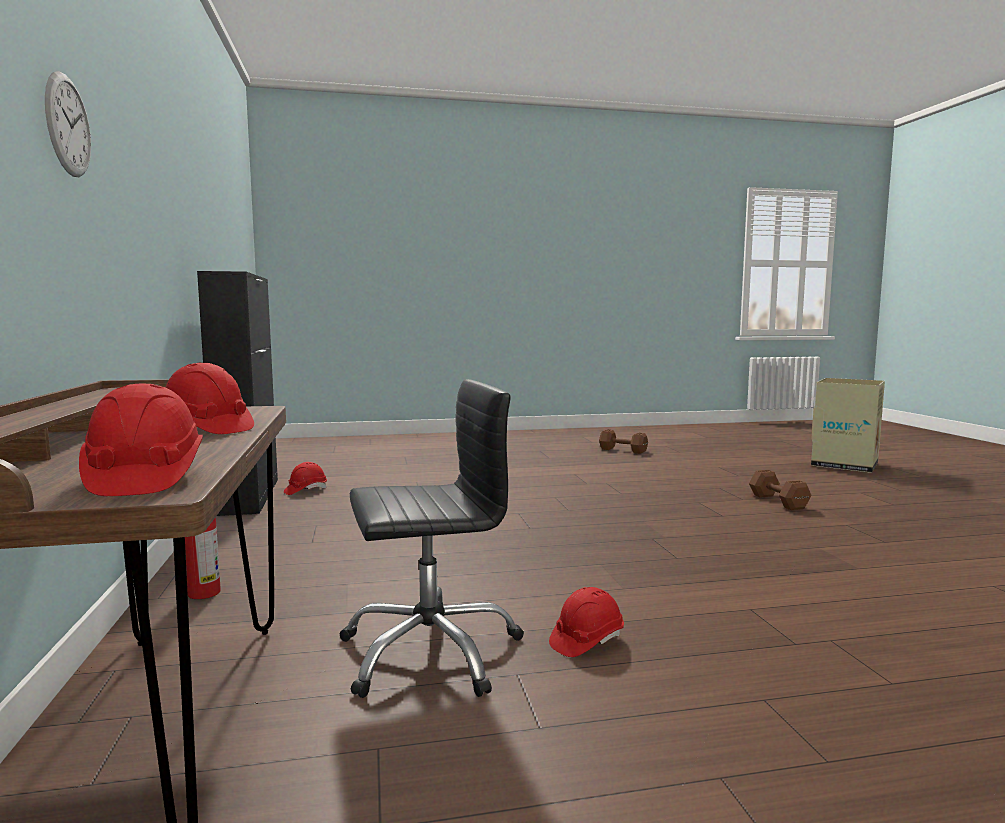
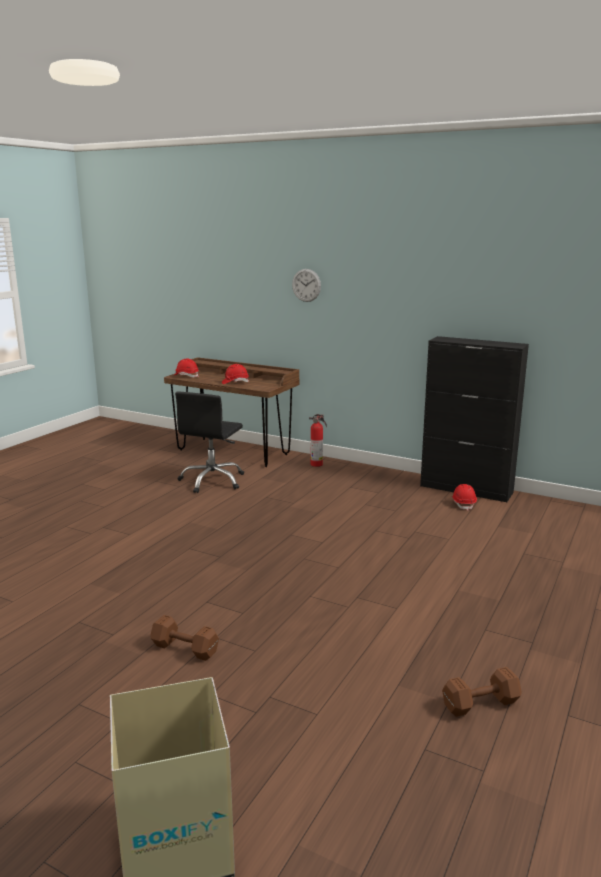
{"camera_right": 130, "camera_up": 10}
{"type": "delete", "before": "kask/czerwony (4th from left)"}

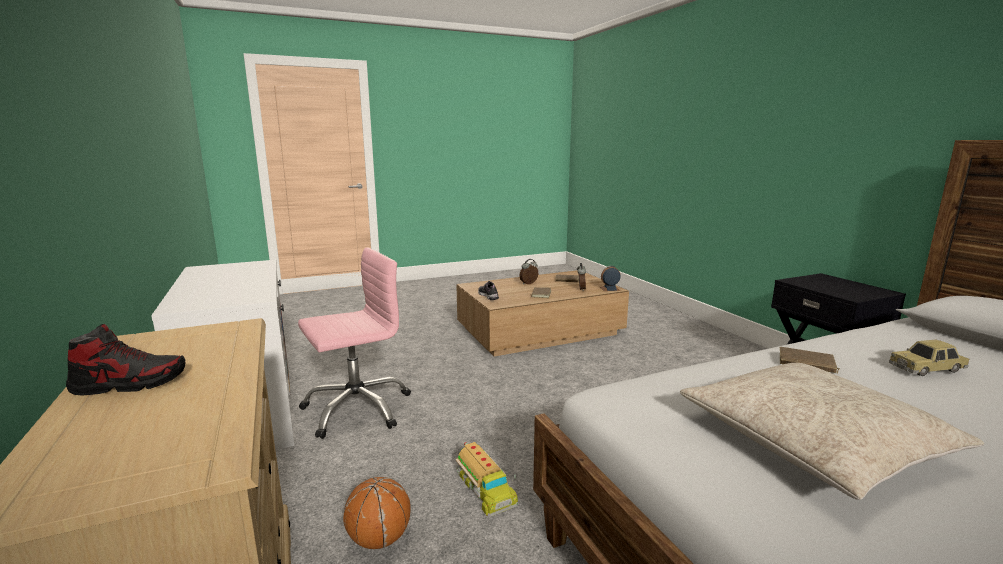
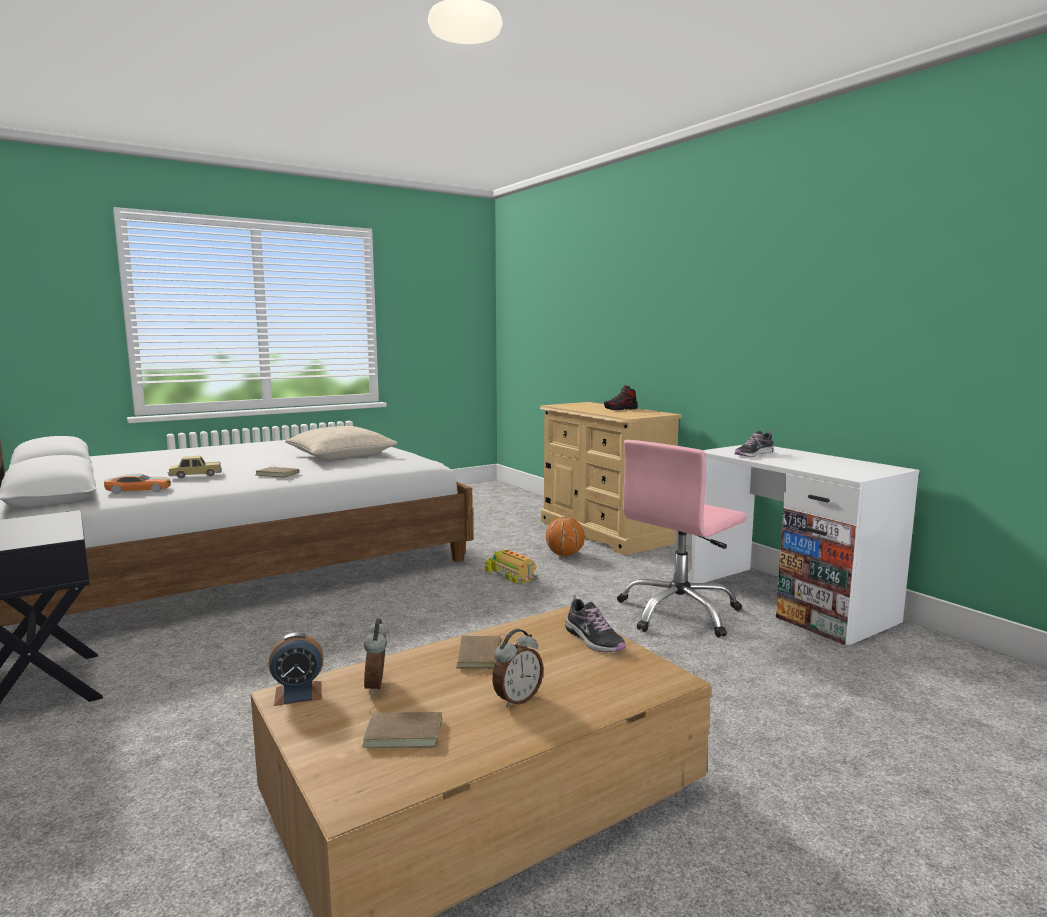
{"camera_right": 170, "camera_up": -5}
{"type": "insert", "after": "samochodzik (1st from left)"}
{"type": "insert", "after": "but (3rd from left)"}

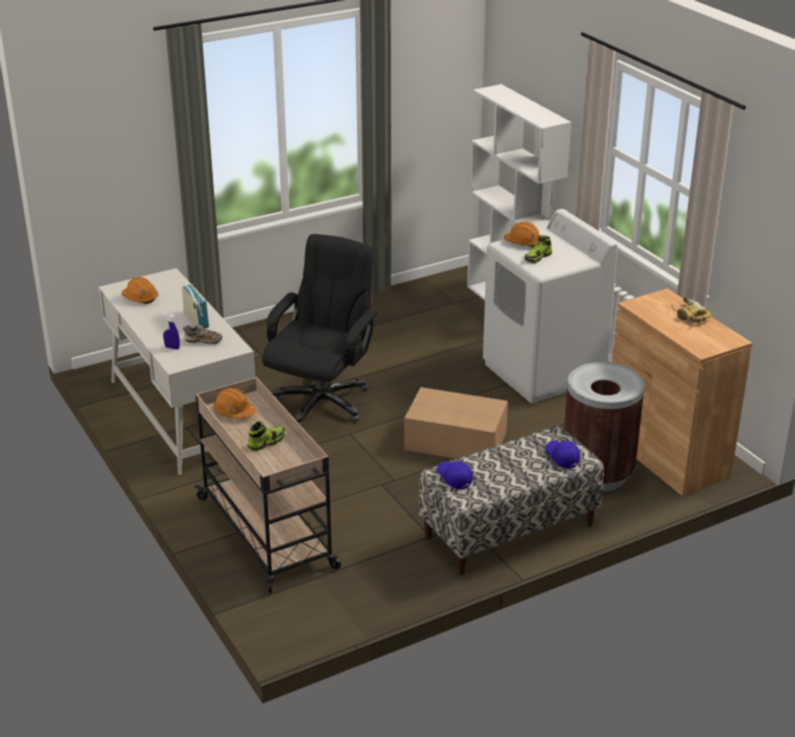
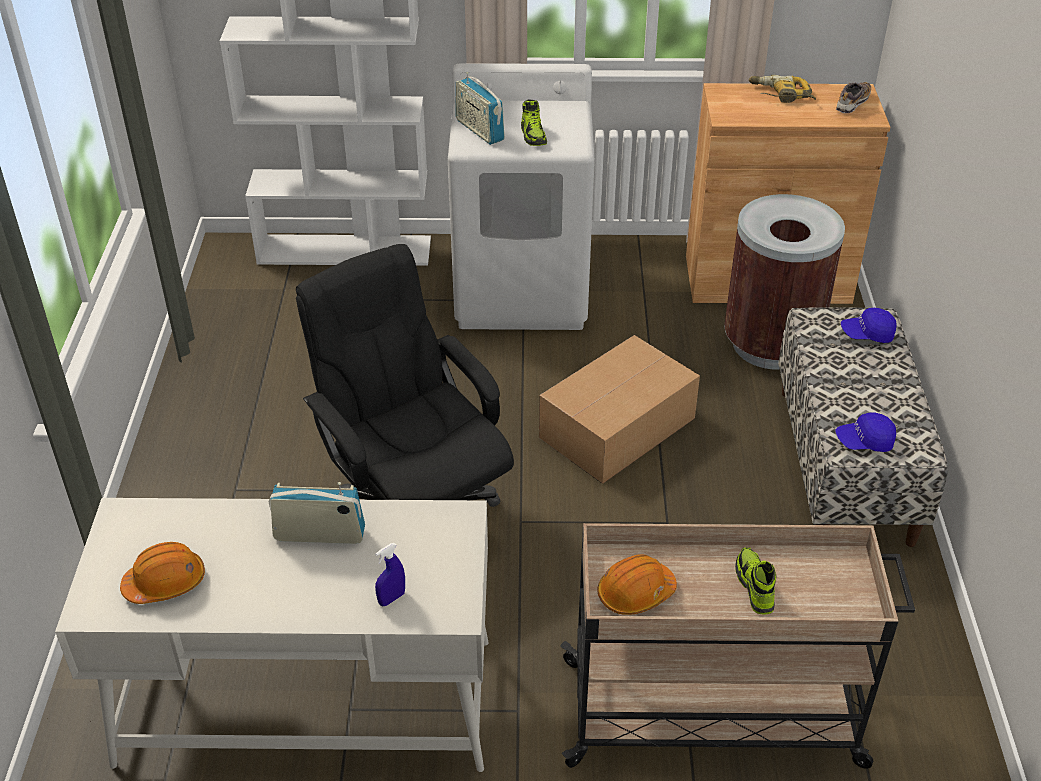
{"camera_right": -60, "camera_up": 10}
{"type": "move", "before": "but (1st from left in the first image)", "after": "but (3rd from left)"}
{"type": "replace", "before": "kask/pomarańczowy (3rd from left)", "after": "radio (2nd from left)"}

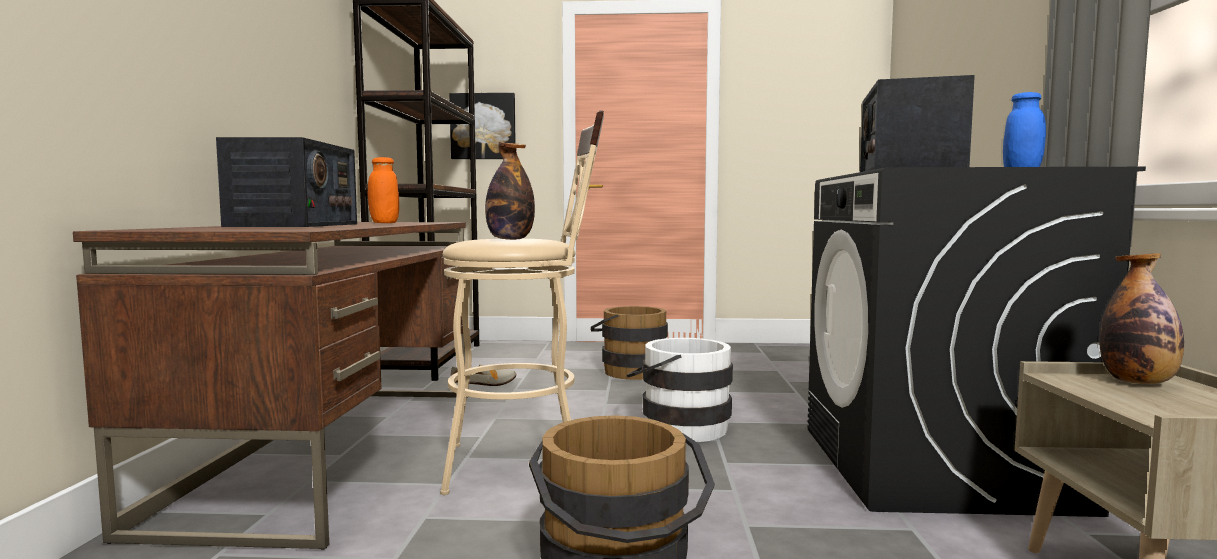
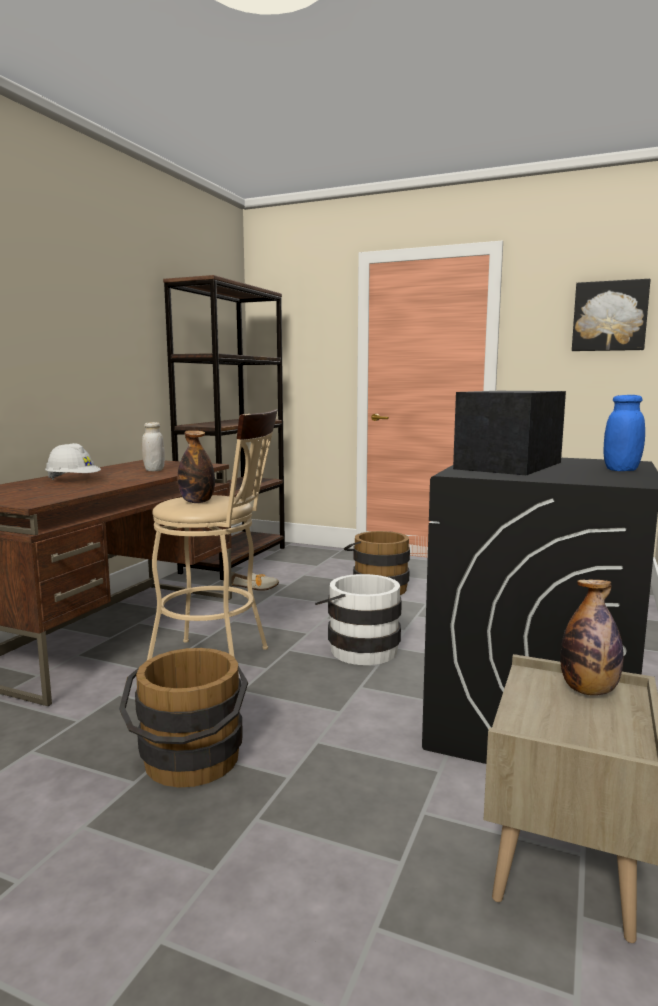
{"camera_right": 20, "camera_up": 5}
{"type": "move", "before": "obraz"}
{"type": "replace", "before": "radio (1st from left)", "after": "kask/biały"}
{"type": "recolor", "before": "słoik/pomarańczowy", "after": "słoik/biały"}

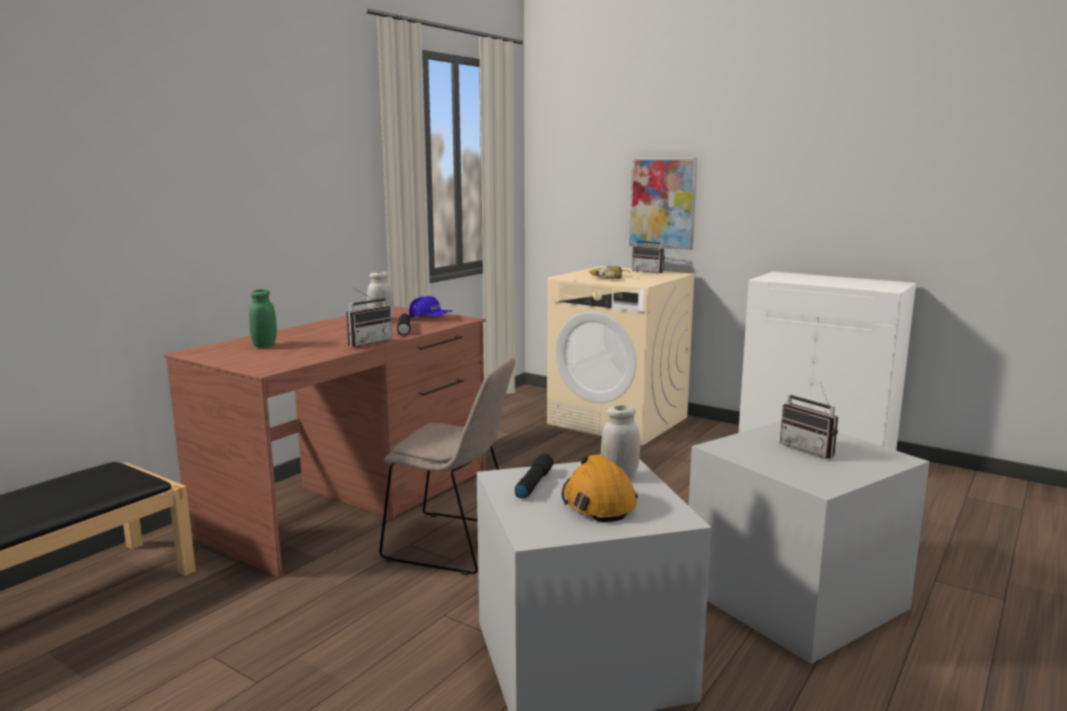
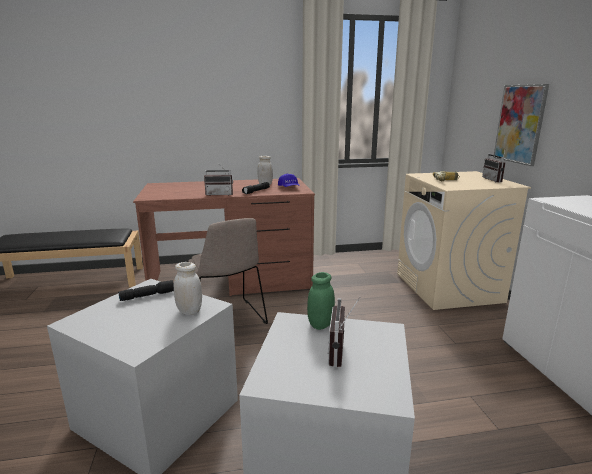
{"camera_right": 45, "camera_up": 5}
{"type": "delete", "before": "kask/pomarańczowy"}
{"type": "move", "before": "słoik/zielony"}

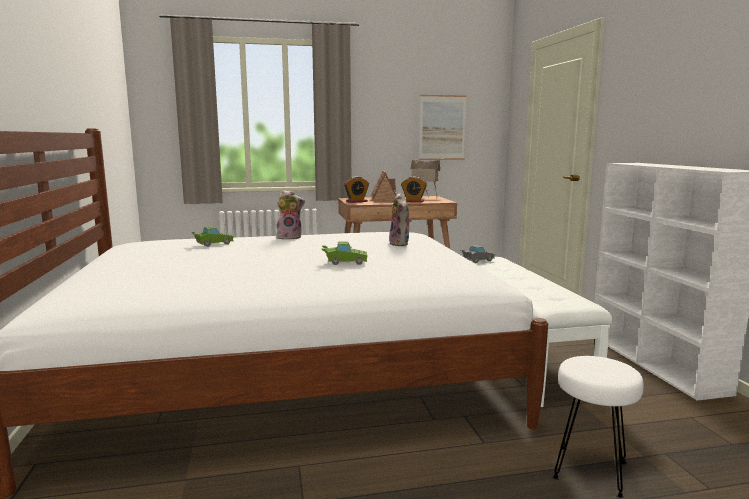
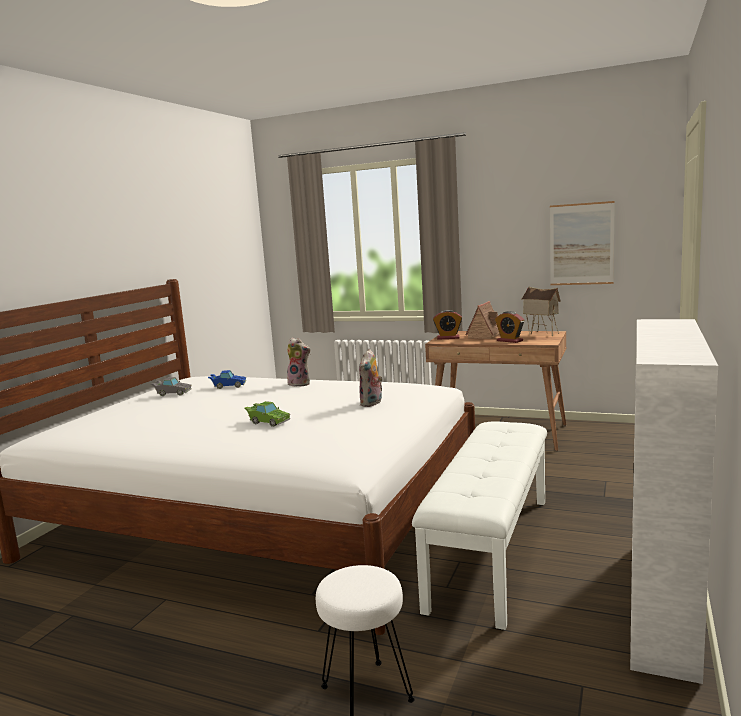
{"camera_right": 35, "camera_up": 0}
{"type": "move", "before": "samochodzik/szary"}
{"type": "recolor", "before": "samochodzik/zielony (1st from left)", "after": "samochodzik/niebieski"}

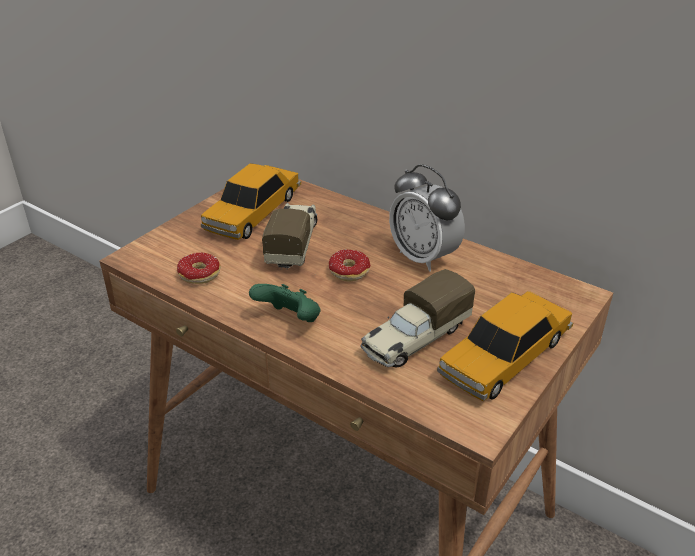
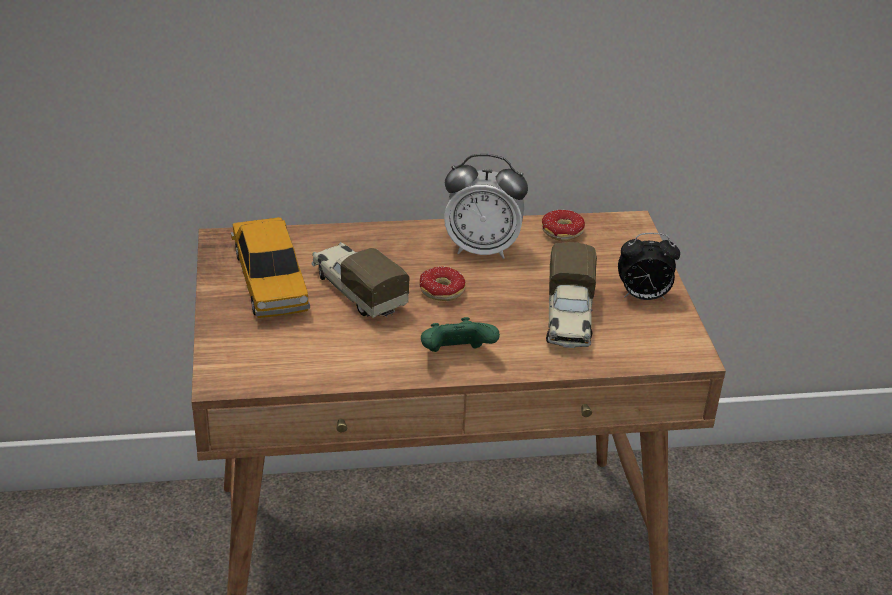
{"camera_right": -45, "camera_up": 0}
{"type": "move", "before": "donut (1st from left in the first image)", "after": "donut (2nd from left)"}
{"type": "replace", "before": "samochodzik (2nd from left)", "after": "budzik (2nd from left)"}

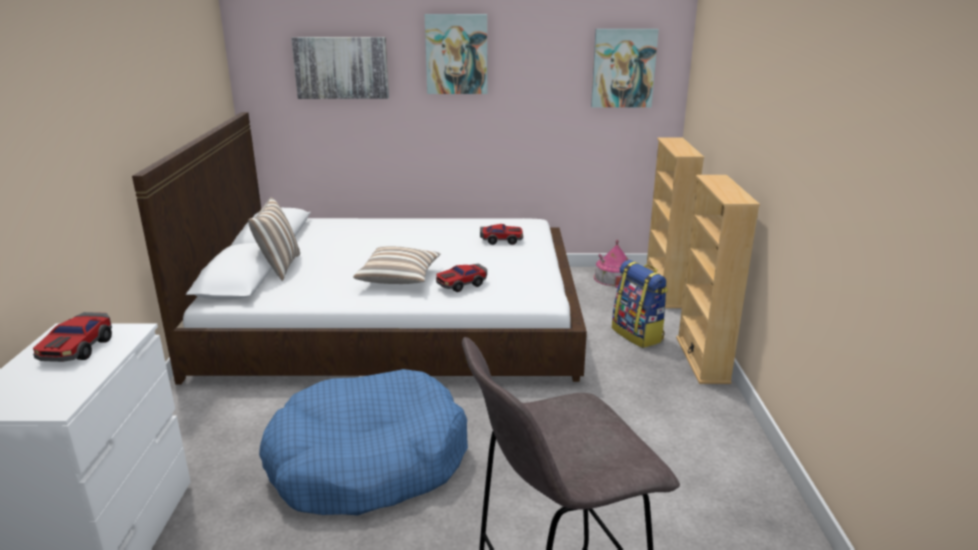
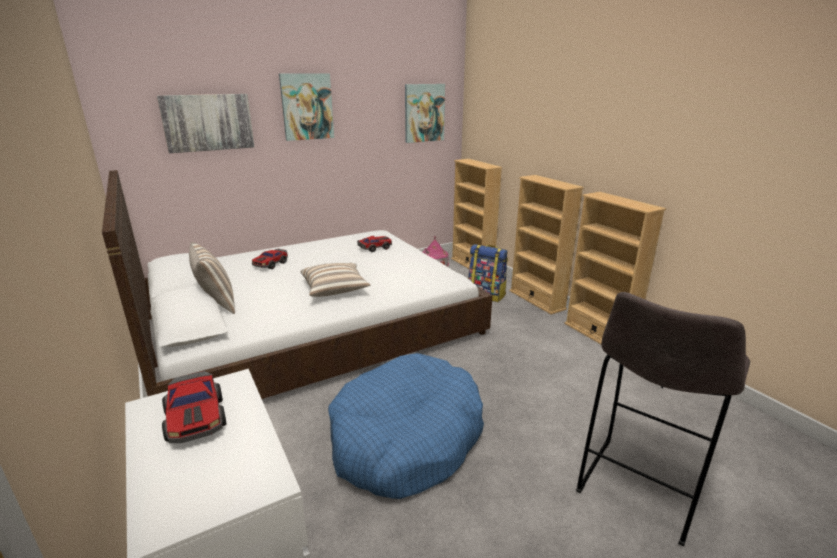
{"camera_right": -30, "camera_up": 0}
{"type": "insert", "after": "regał/beżowy (3rd from left)"}
{"type": "move", "before": "samochodzik (2nd from left)"}

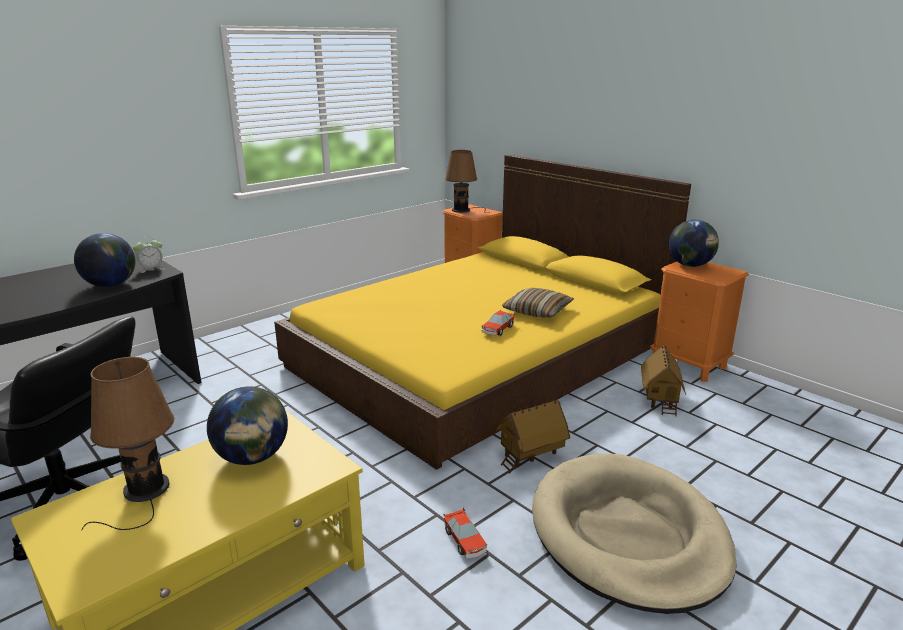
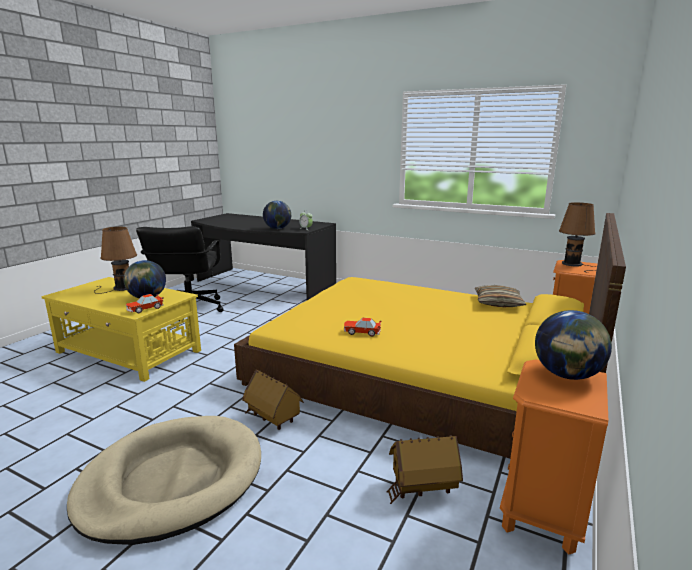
{"camera_right": 70, "camera_up": -5}
{"type": "move", "before": "samochodzik (1st from left)"}
{"type": "move", "before": "poduszka"}

